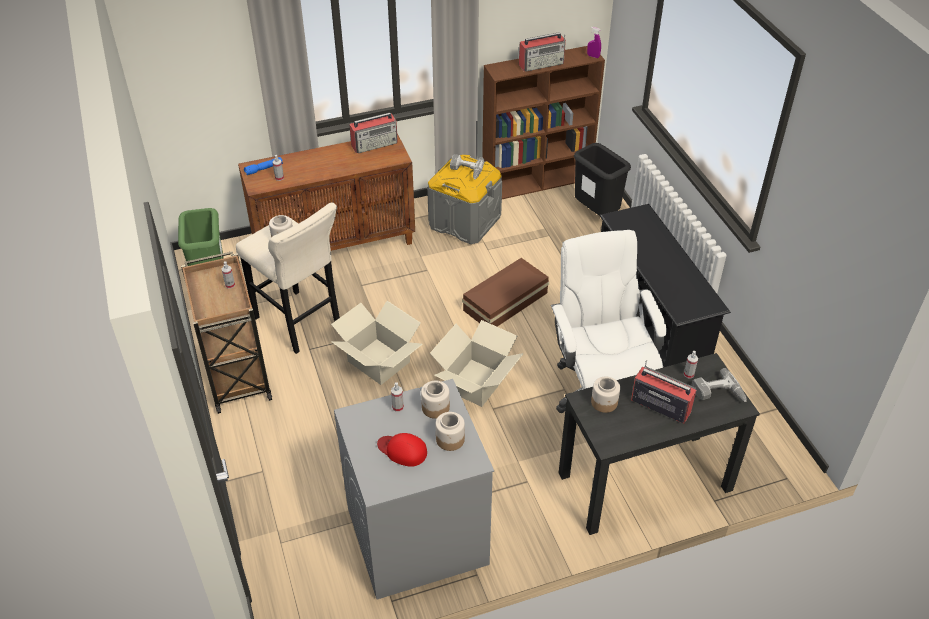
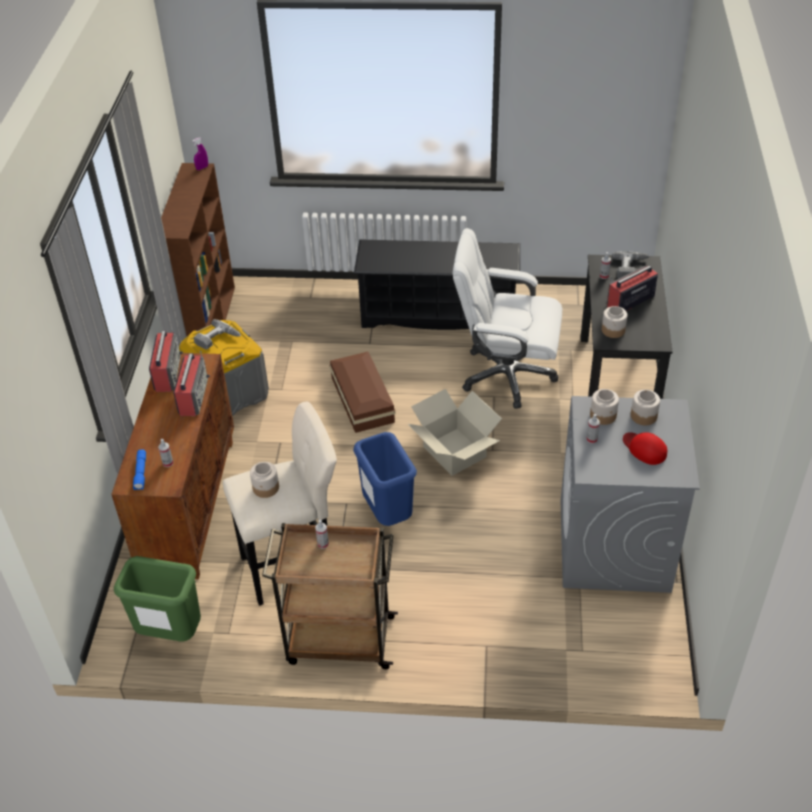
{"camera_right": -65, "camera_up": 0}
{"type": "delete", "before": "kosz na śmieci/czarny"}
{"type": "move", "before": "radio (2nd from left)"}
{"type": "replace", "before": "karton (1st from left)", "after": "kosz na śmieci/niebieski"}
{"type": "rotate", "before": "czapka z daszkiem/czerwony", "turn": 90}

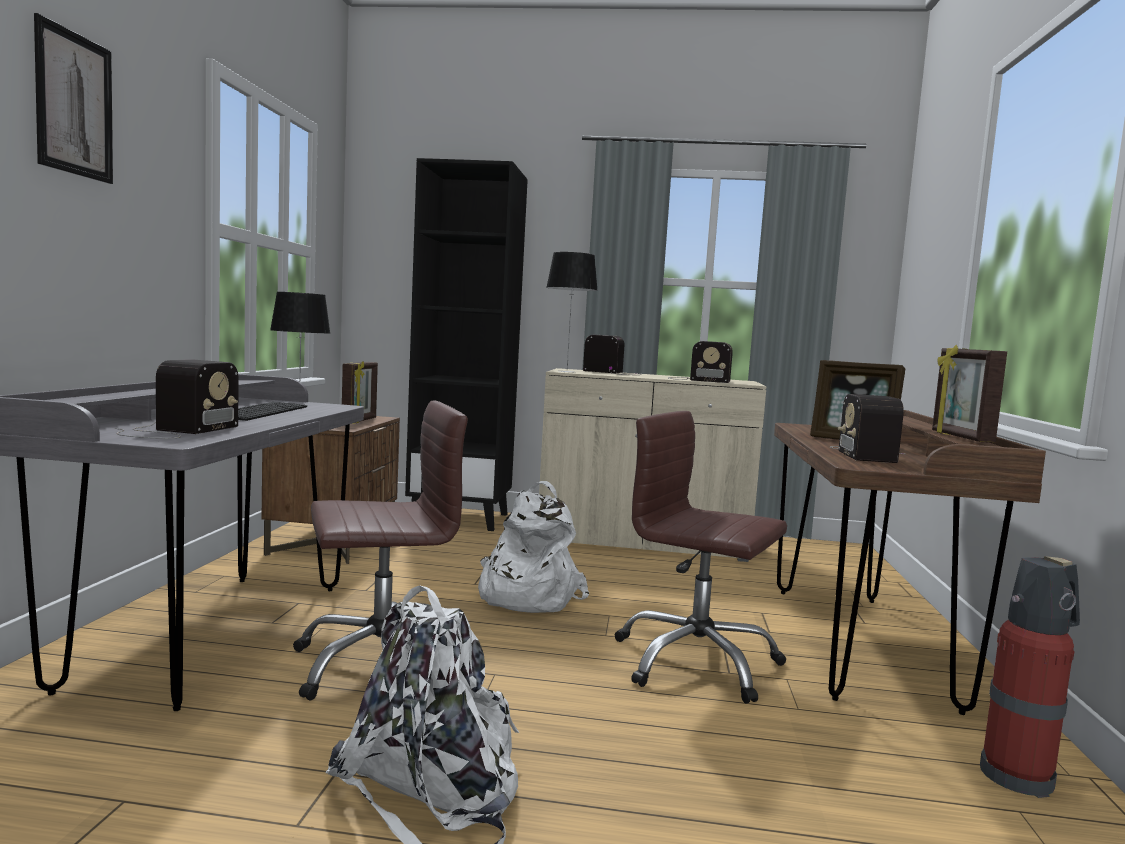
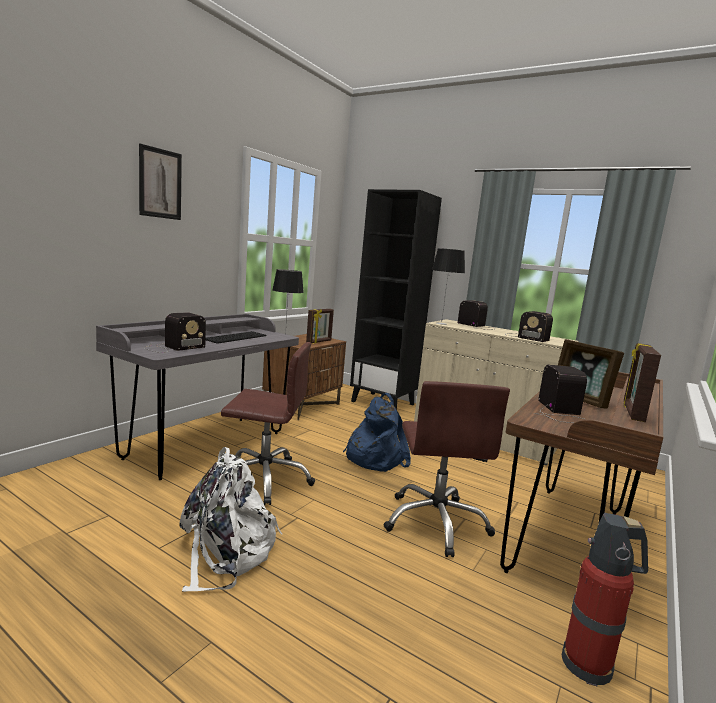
{"camera_right": 25, "camera_up": 5}
{"type": "recolor", "before": "plecak/biały (2nd from left)", "after": "plecak/niebieski"}
{"type": "rotate", "before": "krzesło biurowe/brązowy (2nd from left)", "turn": -150}
{"type": "rotate", "before": "radio (4th from left)", "turn": 150}

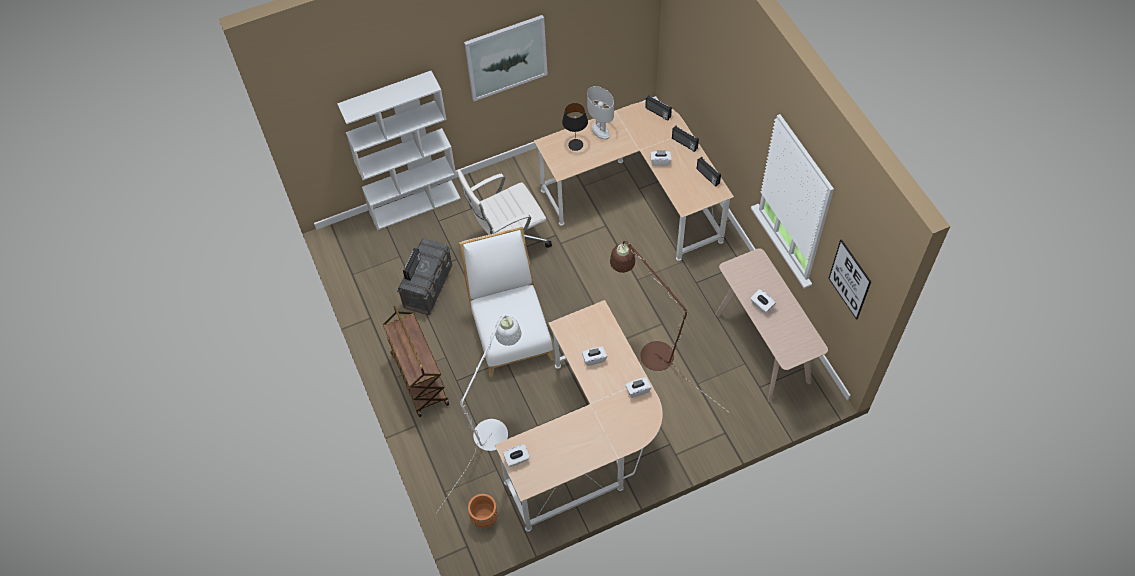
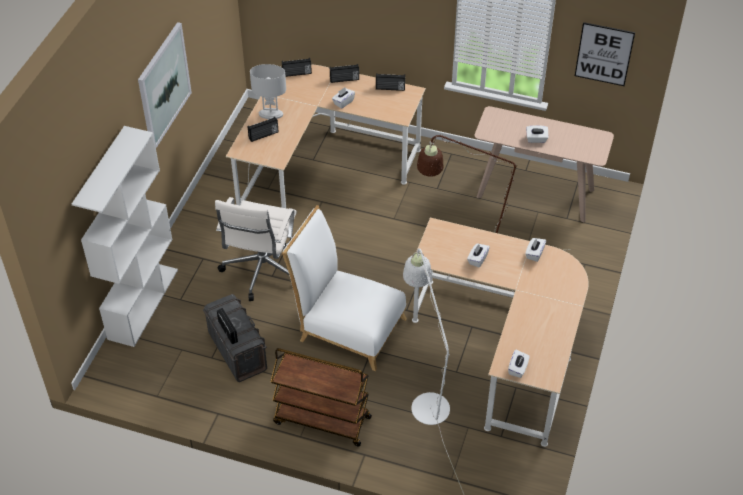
{"camera_right": -50, "camera_up": -10}
{"type": "delete", "before": "donica/pomarańczowy"}
{"type": "replace", "before": "lampa stołowa/czarny", "after": "radio (2nd from left)"}

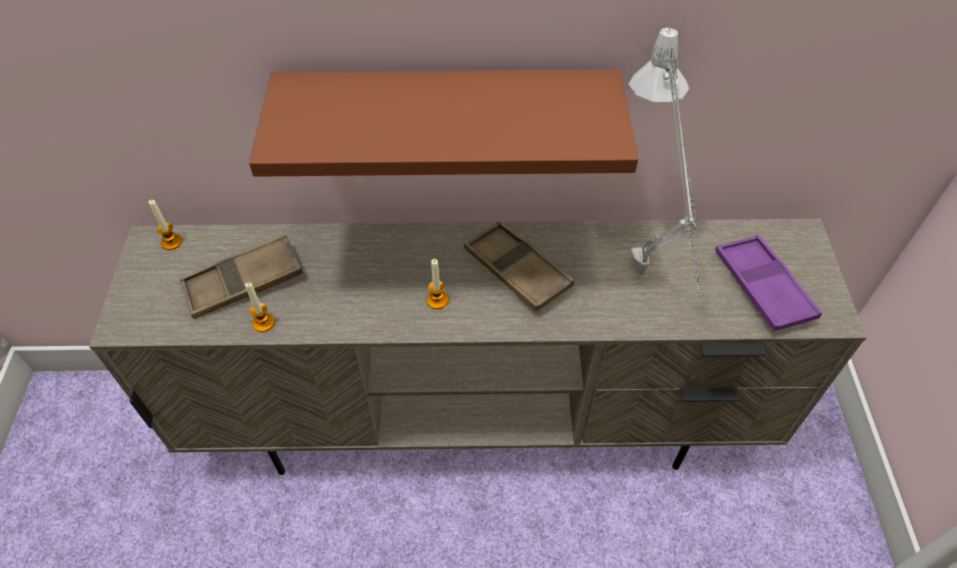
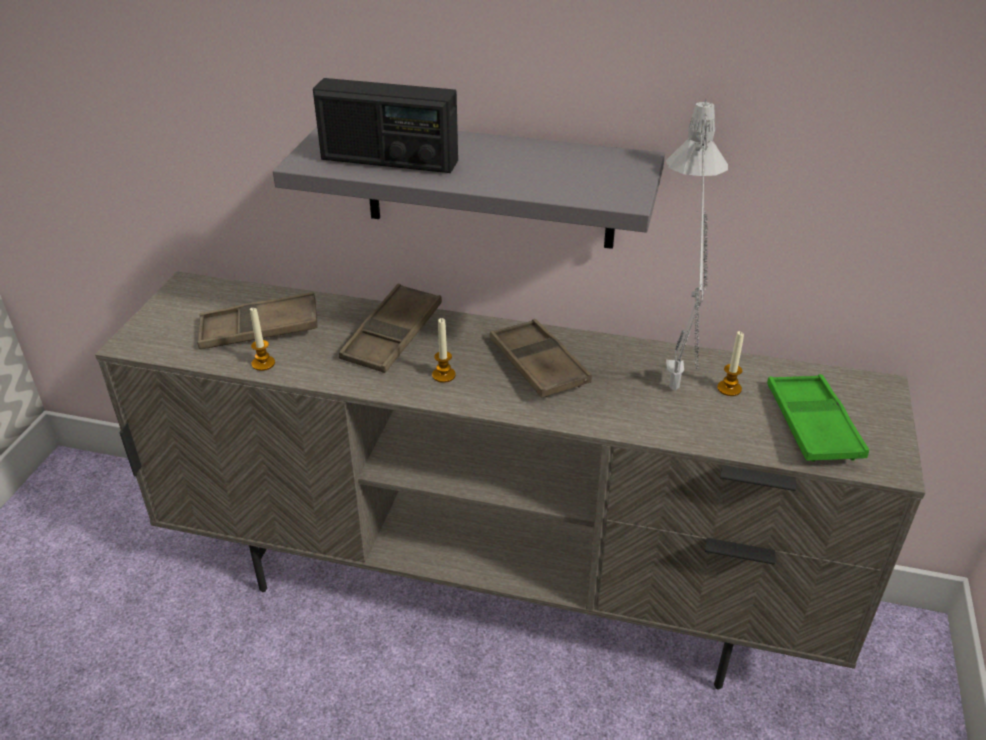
{"camera_right": 15, "camera_up": -15}
{"type": "insert", "after": "radio"}
{"type": "insert", "after": "taca/brązowy (2nd from left)"}
{"type": "move", "before": "świeca (1st from left in the first image)", "after": "świeca (3rd from left)"}
{"type": "recolor", "before": "półka/brązowy", "after": "półka/szary"}
{"type": "recolor", "before": "taca/fioletowy", "after": "taca/zielony"}

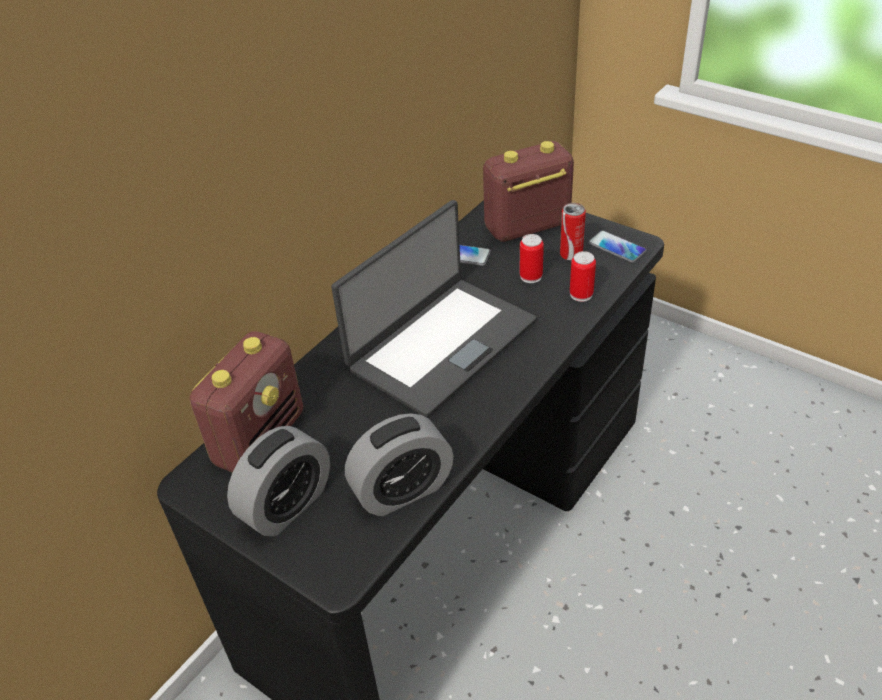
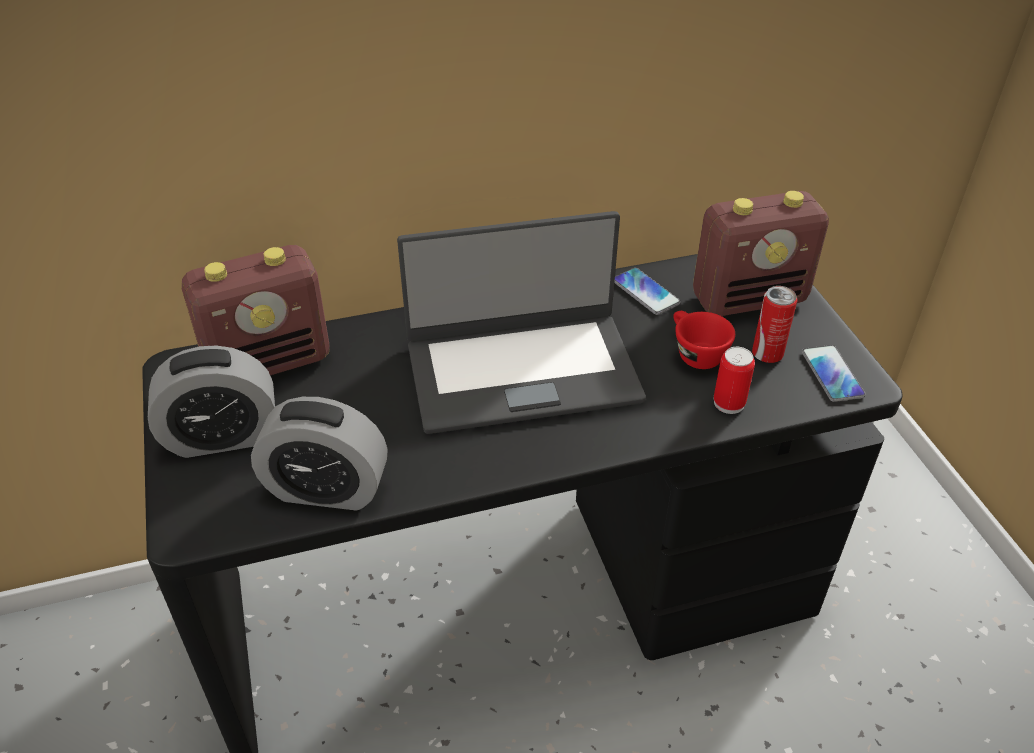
{"camera_right": 35, "camera_up": 0}
{"type": "replace", "before": "puszka (1st from left)", "after": "filiżanka/czerwony"}
{"type": "rotate", "before": "radio (2nd from left)", "turn": 150}

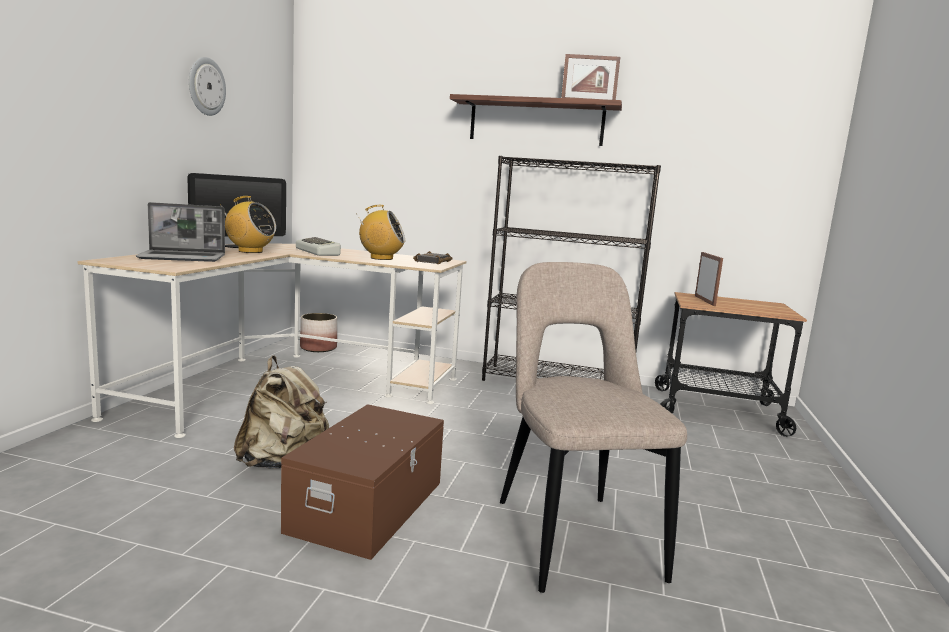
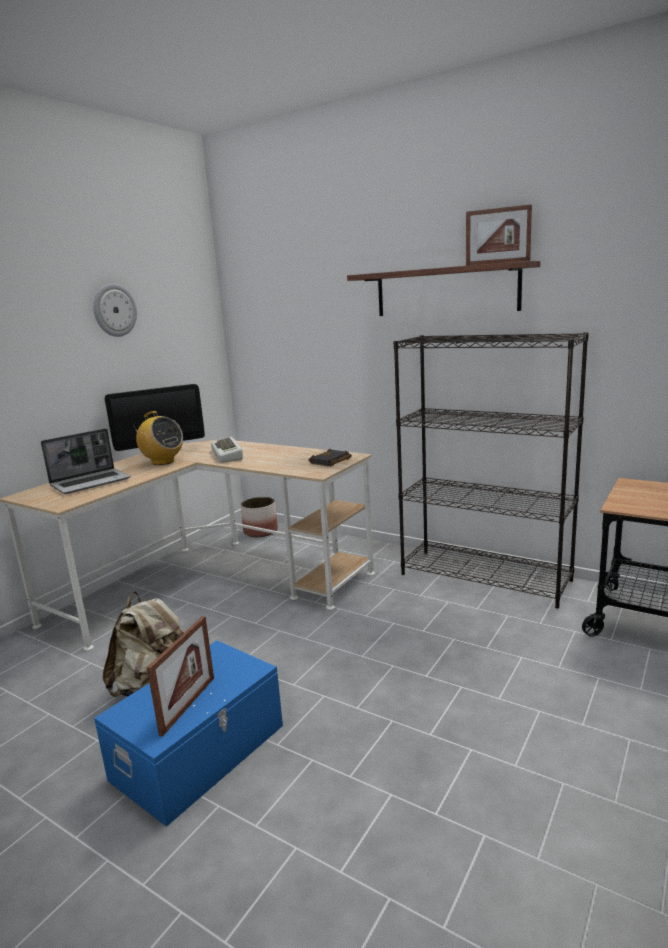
{"camera_right": 20, "camera_up": 5}
{"type": "delete", "before": "radio (2nd from left)"}
{"type": "delete", "before": "krzesło/beżowy"}
{"type": "move", "before": "ramka na zdjęcie (2nd from left in the first image)", "after": "ramka na zdjęcie (1st from left)"}
{"type": "recolor", "before": "pojemnik do przechowywania/brązowy", "after": "pojemnik do przechowywania/niebieski"}
{"type": "rotate", "before": "laptop", "turn": -45}

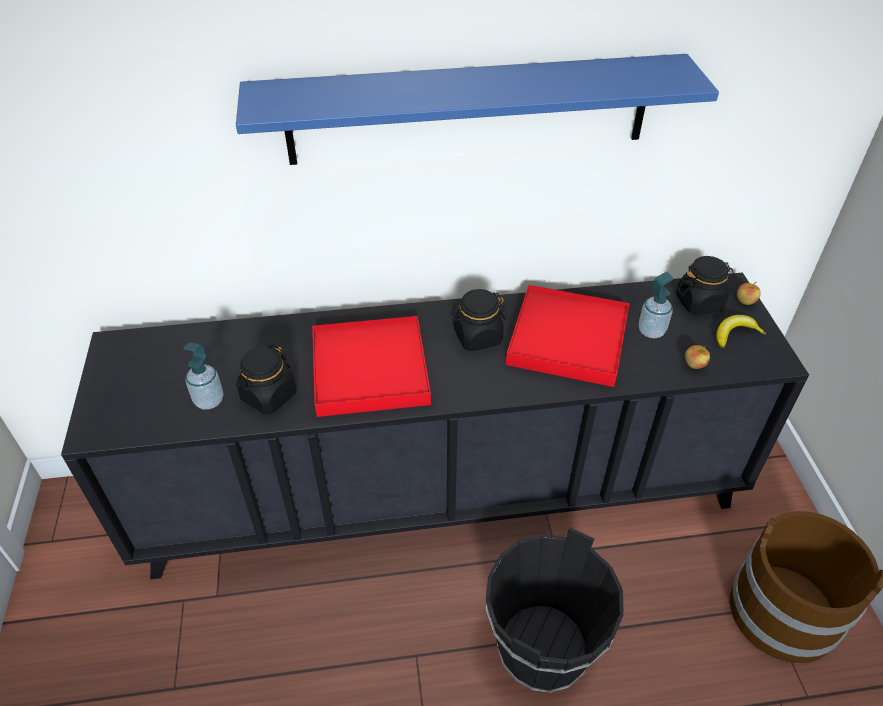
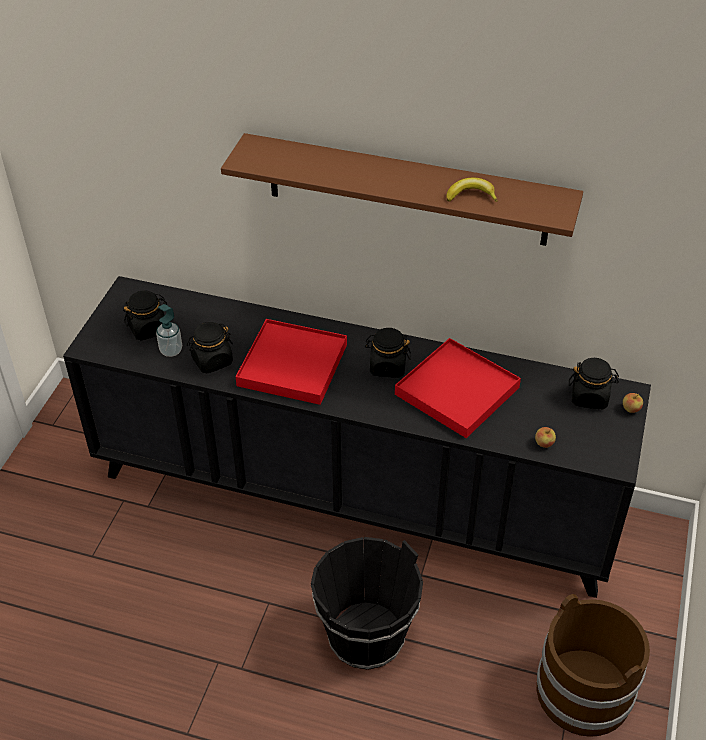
{"camera_right": 25, "camera_up": 0}
{"type": "delete", "before": "dozownik mydła (2nd from left)"}
{"type": "insert", "after": "słoik/czarny (1st from left)"}
{"type": "move", "before": "banan"}
{"type": "recolor", "before": "półka/niebieski", "after": "półka/brązowy"}

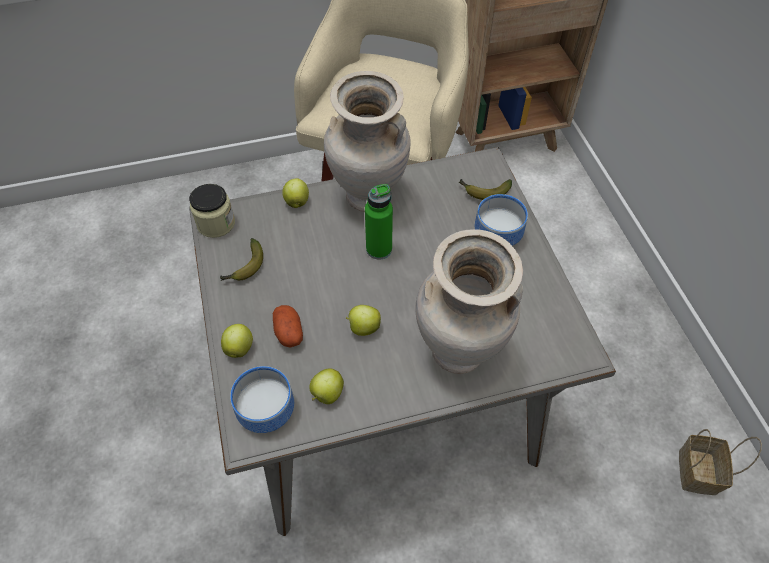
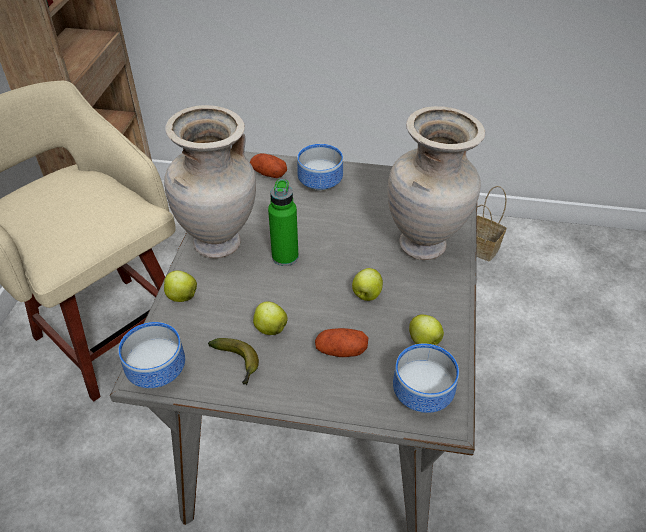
{"camera_right": -65, "camera_up": -10}
{"type": "move", "before": "jabłko (1st from left in the first image)", "after": "jabłko (2nd from left)"}
{"type": "replace", "before": "słoik", "after": "miska (1st from left)"}
{"type": "replace", "before": "banan (2nd from left)", "after": "ziemniak (1st from left)"}

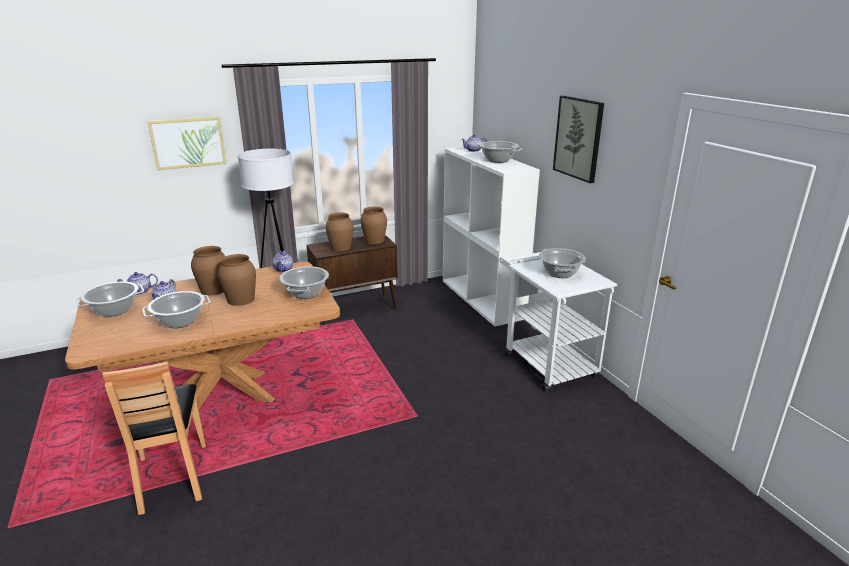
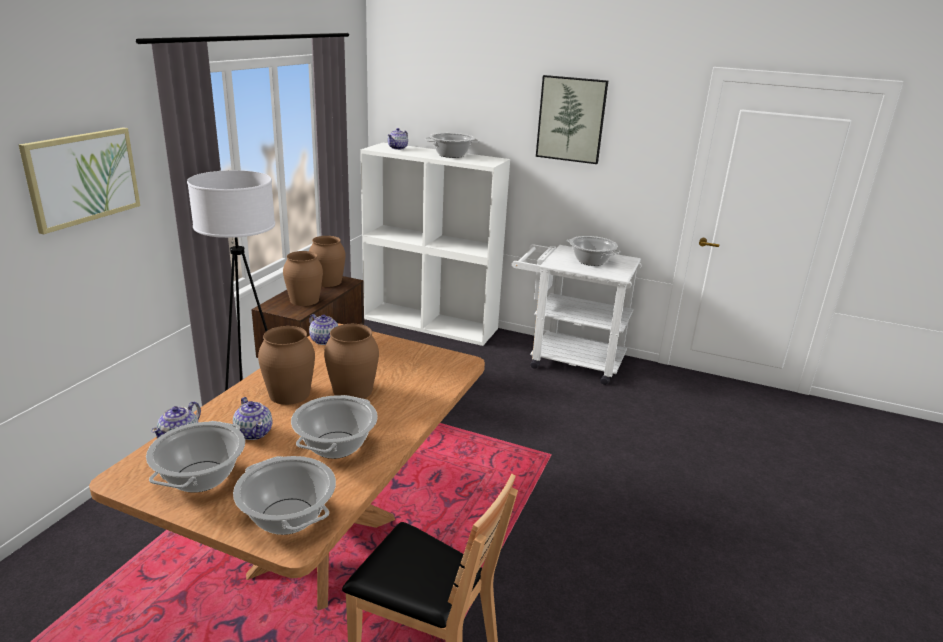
{"camera_right": -45, "camera_up": 0}
{"type": "move", "before": "garnek (3rd from left in the first image)", "after": "garnek (2nd from left)"}

